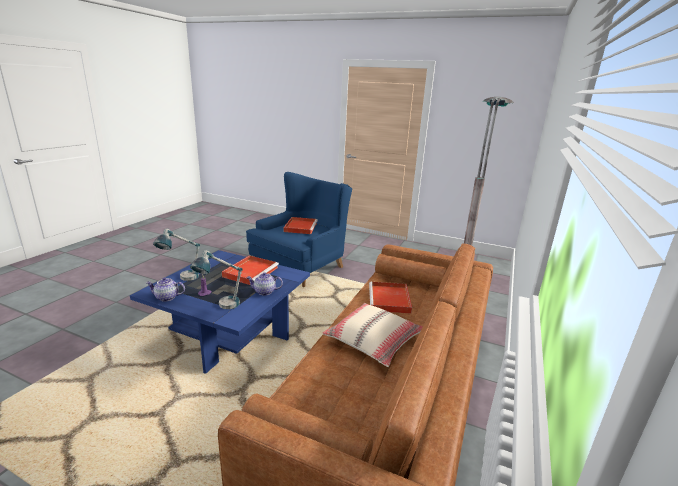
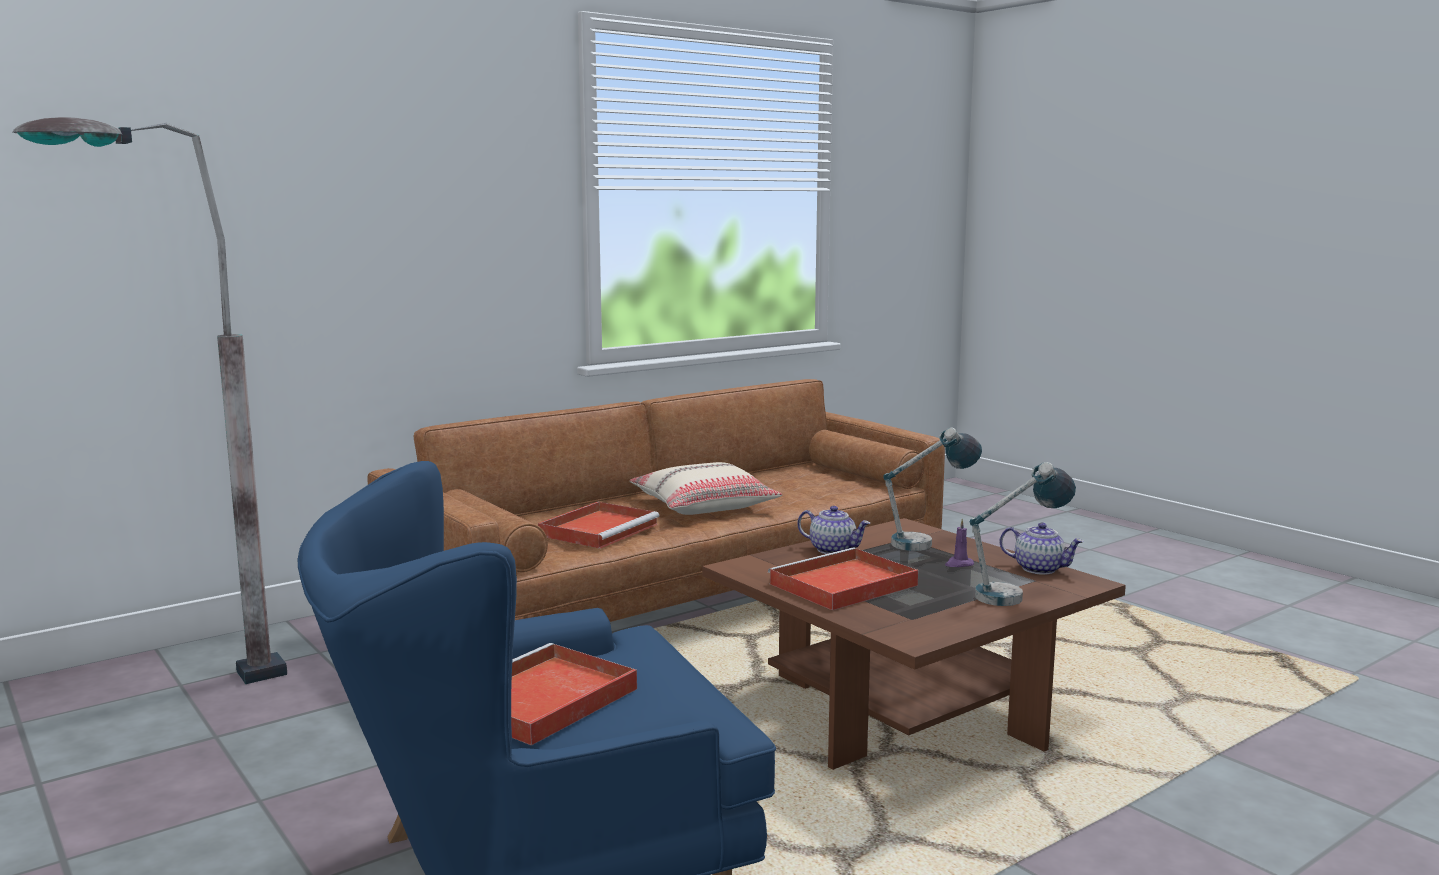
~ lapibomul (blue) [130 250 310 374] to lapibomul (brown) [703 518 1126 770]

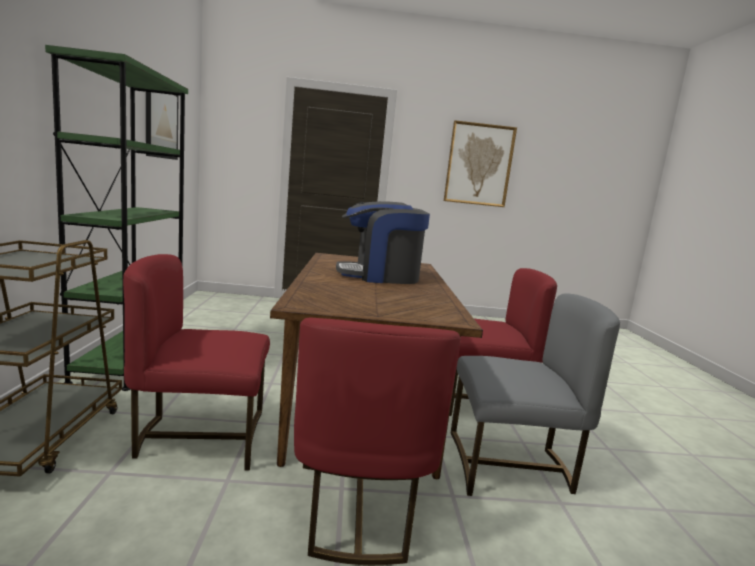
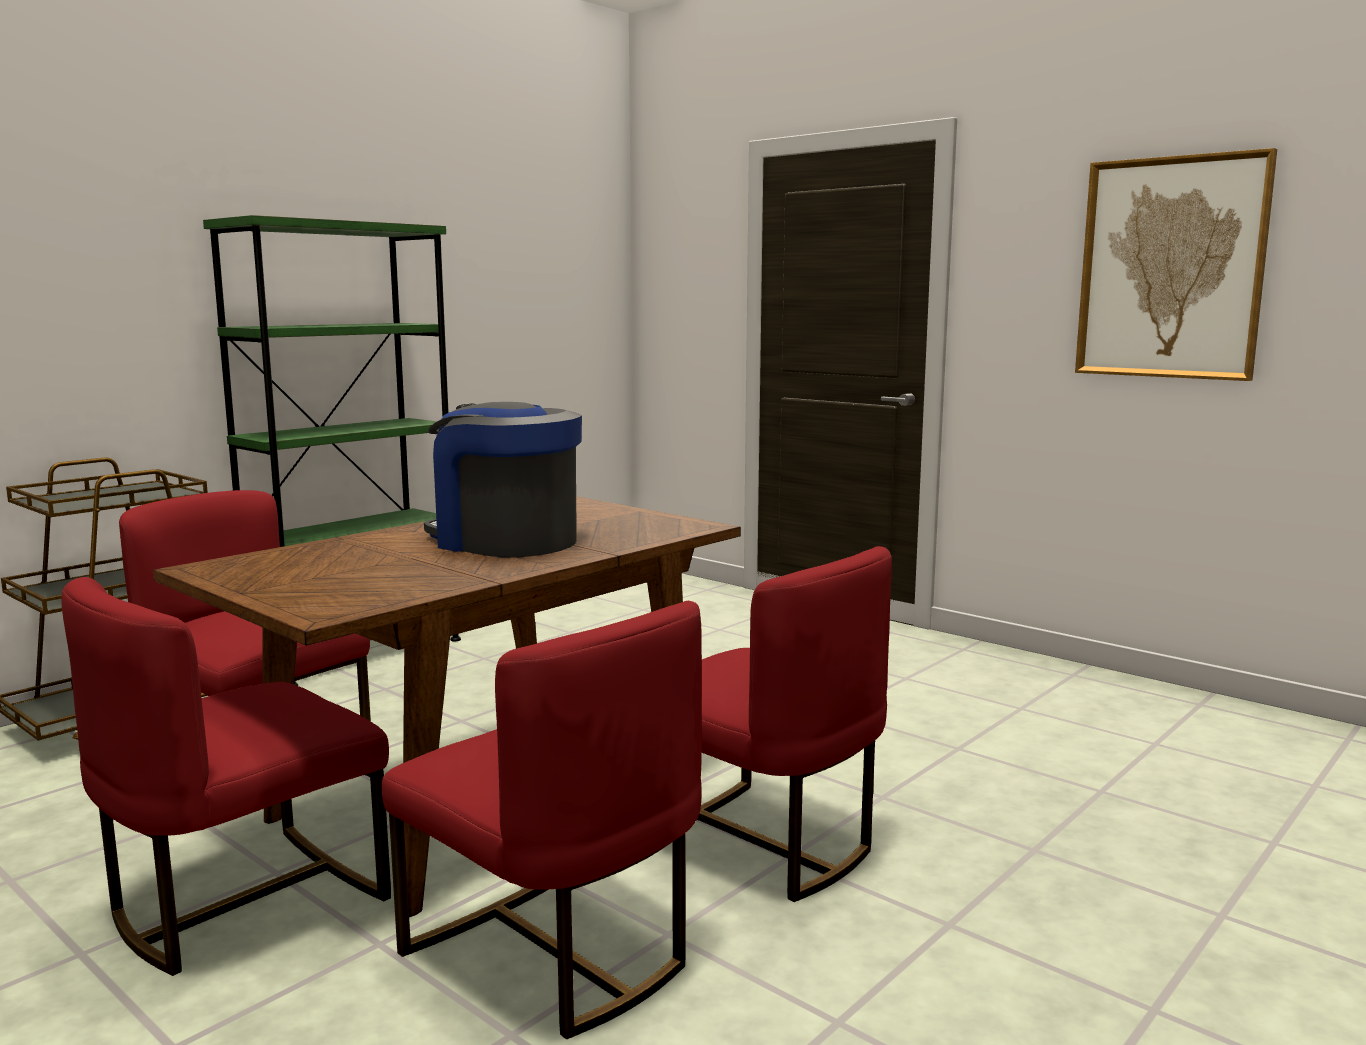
- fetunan [146 92 179 160]
~ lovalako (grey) [451 293 620 496] to lovalako (red) [382 601 702 1039]

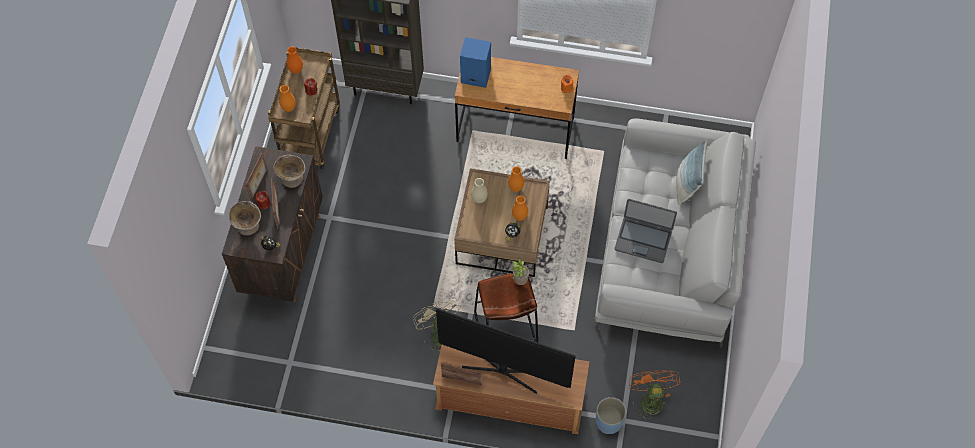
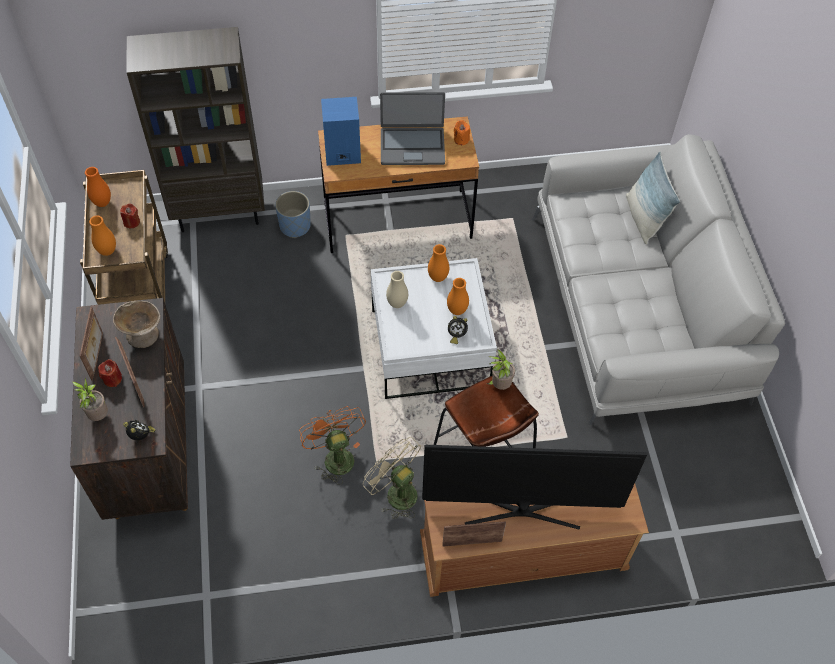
~ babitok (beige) [229 201 261 235] to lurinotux [72 378 108 421]
~ lapibomul (brown) [454 168 550 277] to lapibomul (white) [371 258 497 399]
~ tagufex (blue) [596 397 626 434] to [275 191 311 238]
~ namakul [614 199 677 263] to [380 92 445 165]
~ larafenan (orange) [629 370 680 422] to [299 406 366 485]

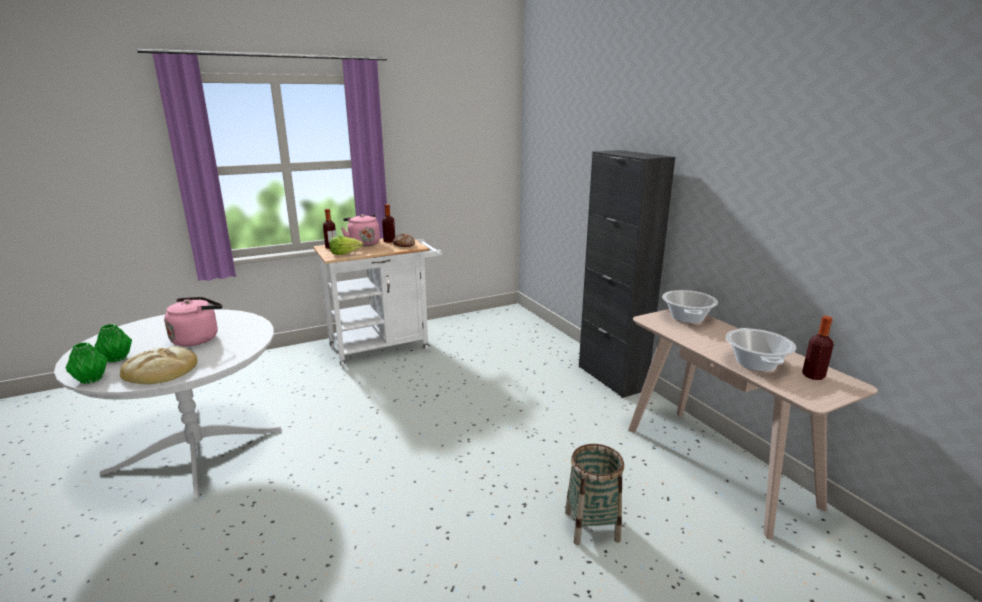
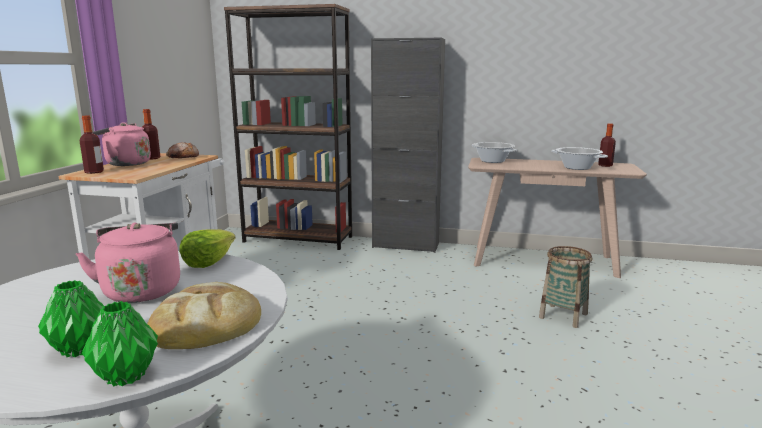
~ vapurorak [329 236 364 255] to [179 229 235 268]
+ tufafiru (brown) [224 4 352 250]

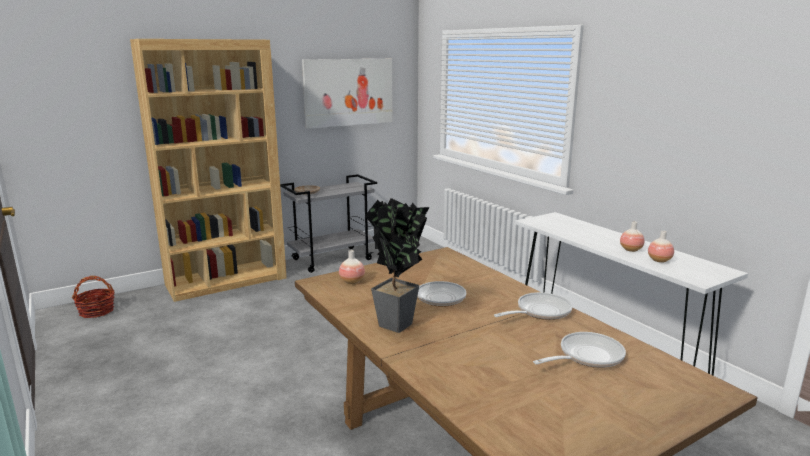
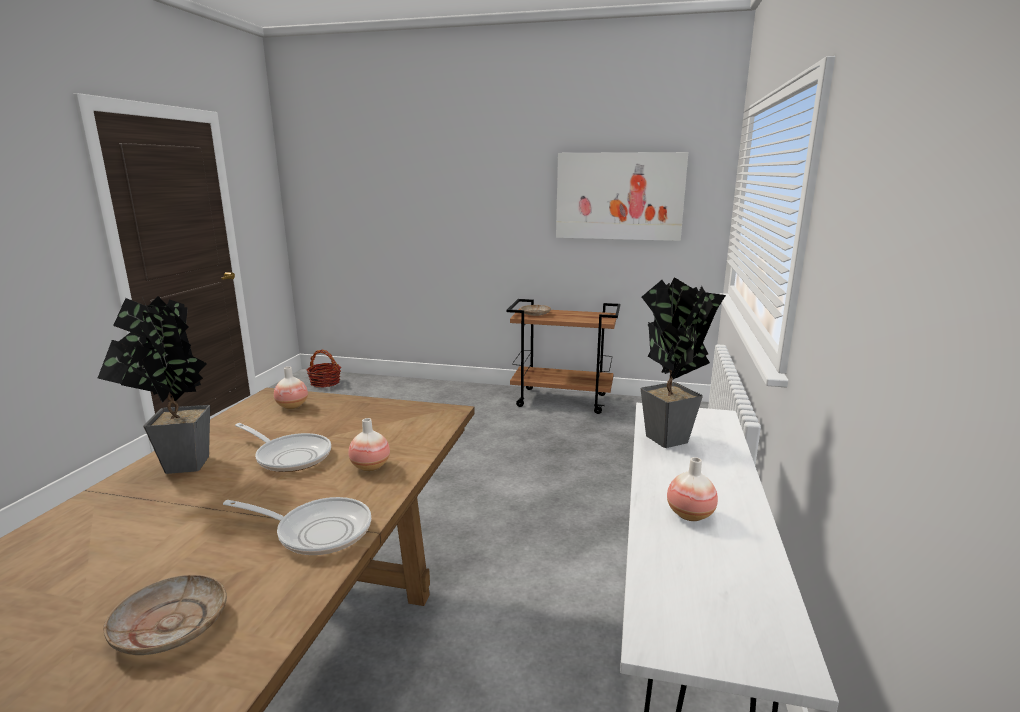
- tufafiru (brown) [130 39 287 302]
~ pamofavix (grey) [280 174 377 273] to pamofavix (brown) [507 299 620 414]
~ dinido [533 332 626 368] to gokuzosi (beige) [103 575 227 655]
~ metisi [648 231 674 263] to [349 418 390 471]
+ lurinotux [641 277 726 448]

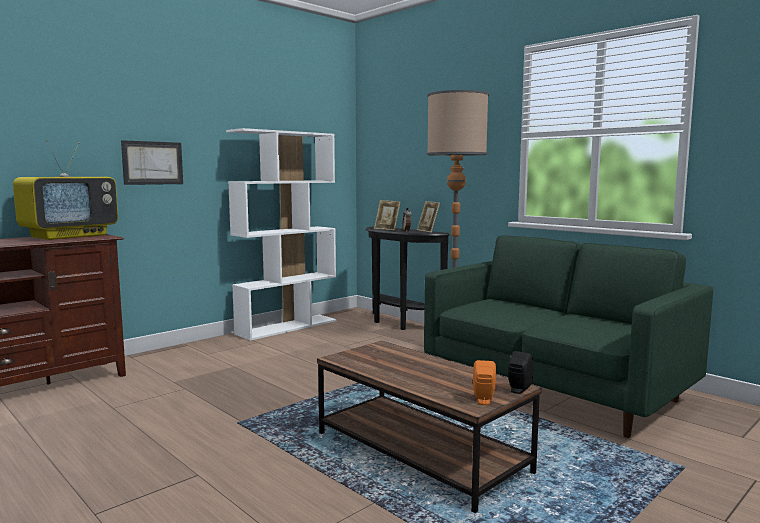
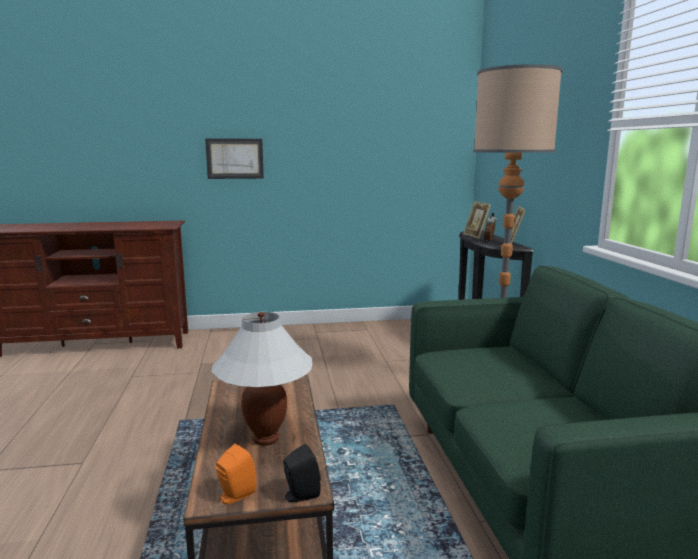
- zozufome [13 140 118 240]
- tufafiru (white) [226 128 337 341]
+ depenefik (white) [211 312 313 445]

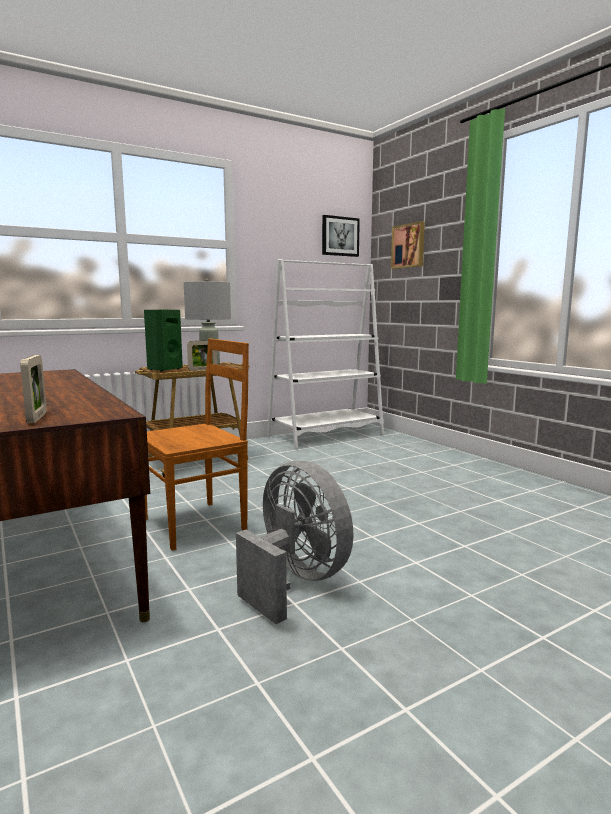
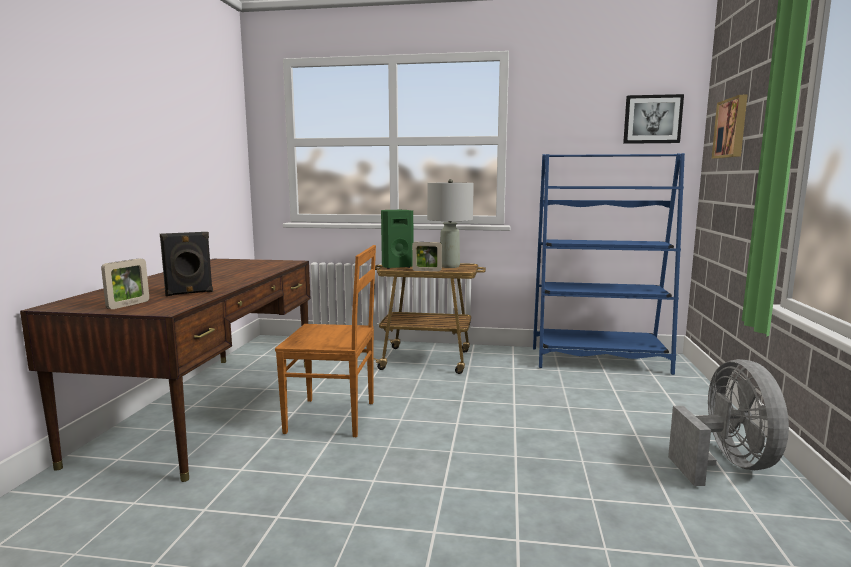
~ larafenan (grey) [236 461 353 624] to [668 359 789 486]
~ tufafiru (white) [267 259 384 449] to tufafiru (blue) [533 153 685 375]
+ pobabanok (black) [160 232 213 296]

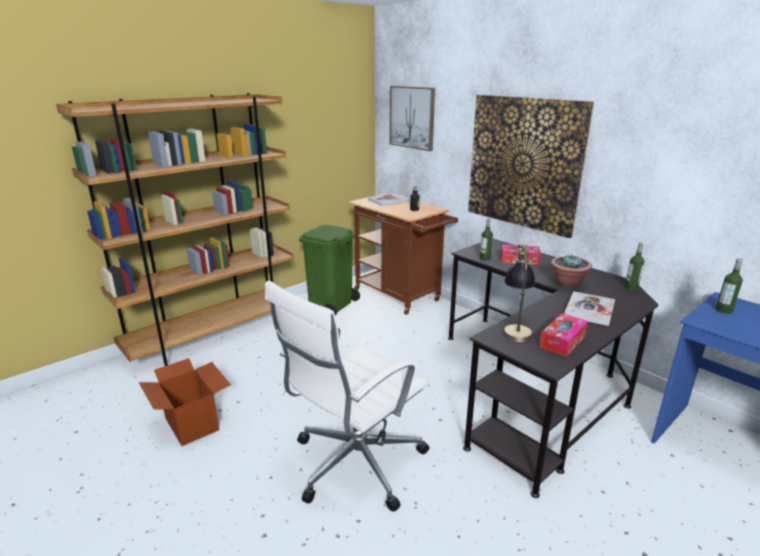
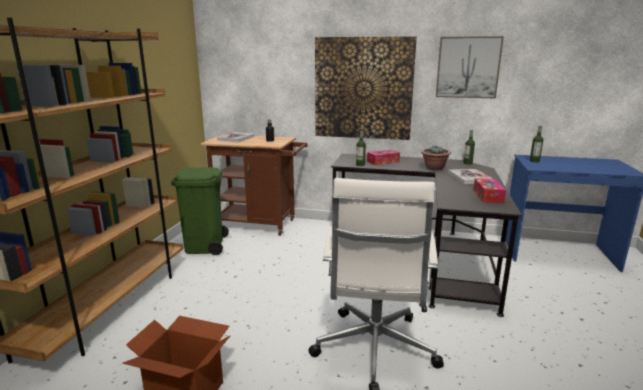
~ fetunan [389 86 435 151] to [436 36 504 98]
- depenefik [503 244 535 342]

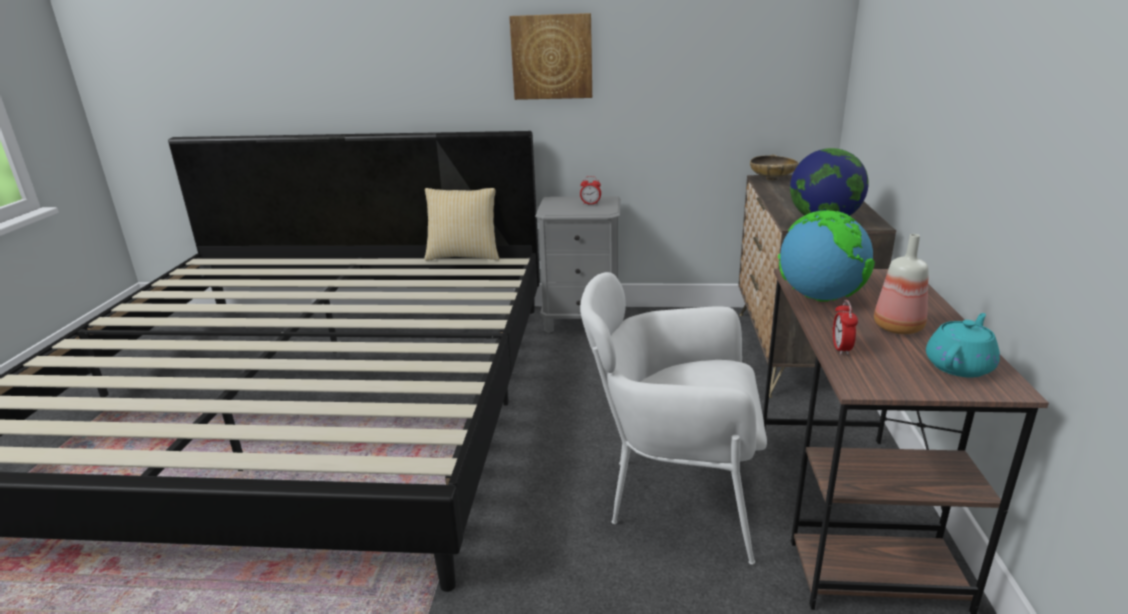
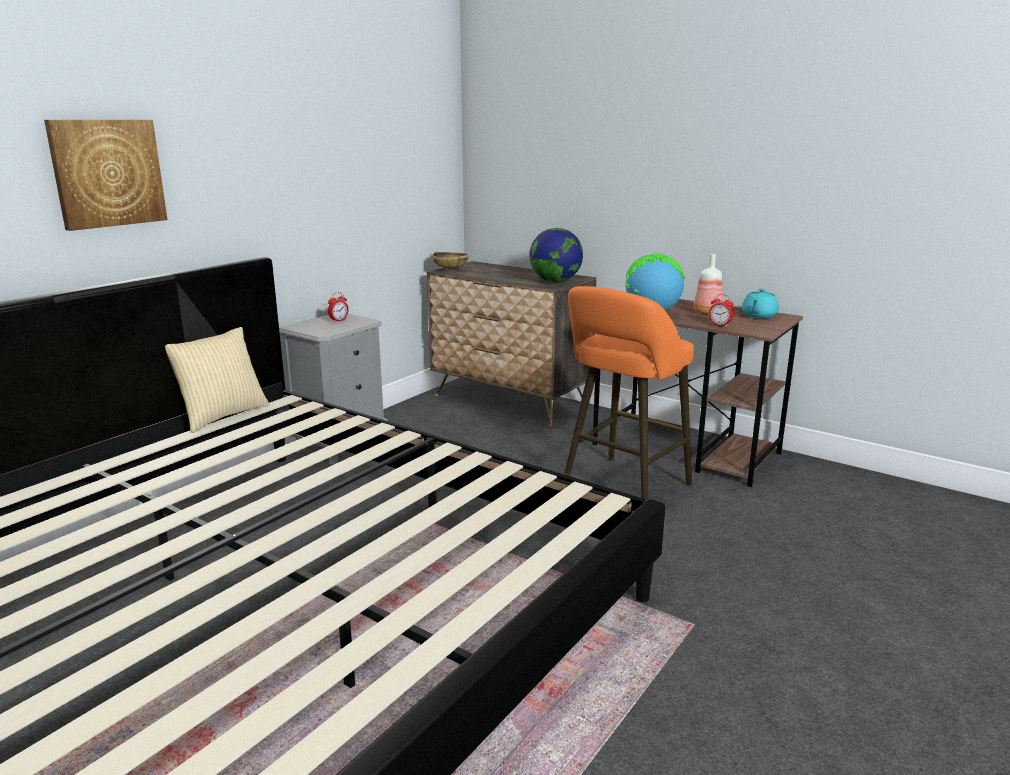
~ fetunan [509 13 592 100] to [44 120 167 231]
~ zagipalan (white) [580 272 767 565] to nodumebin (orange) [564 286 694 500]
~ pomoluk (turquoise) [926 313 1000 378] = [742 288 779 318] 135 degrees counterclockwise

